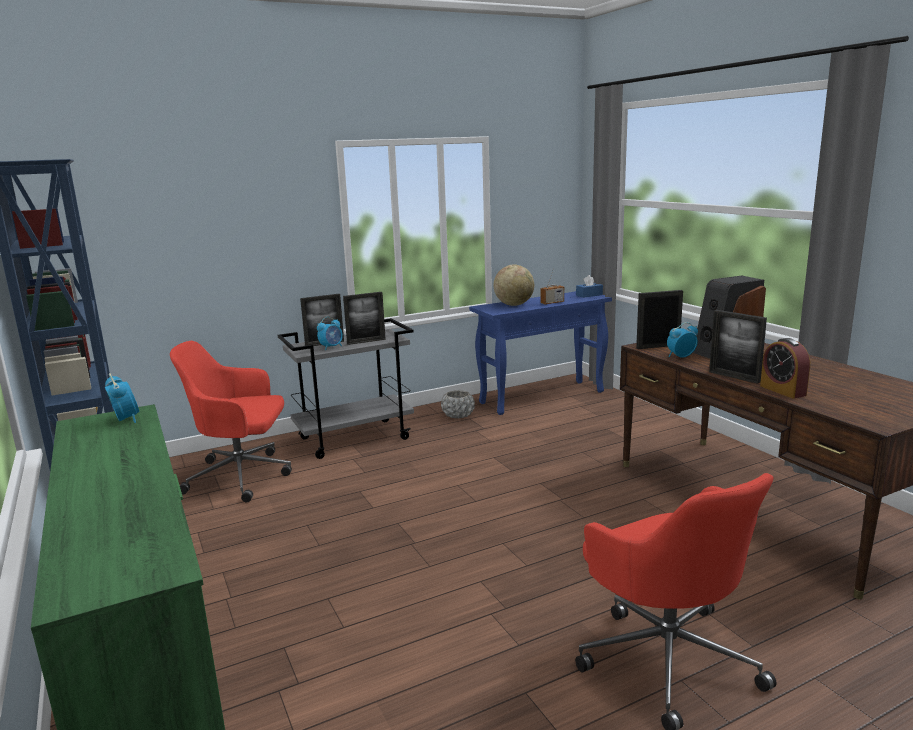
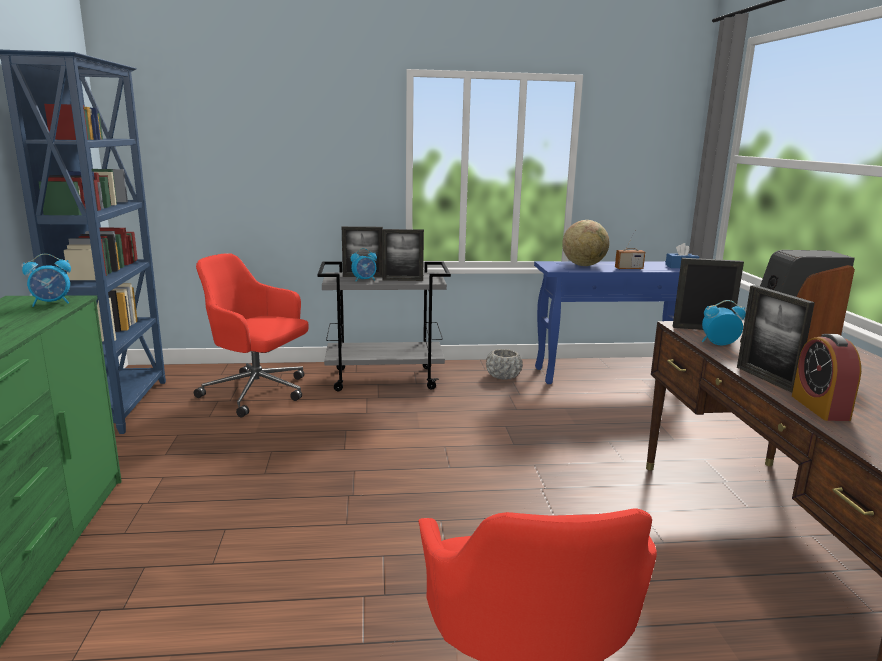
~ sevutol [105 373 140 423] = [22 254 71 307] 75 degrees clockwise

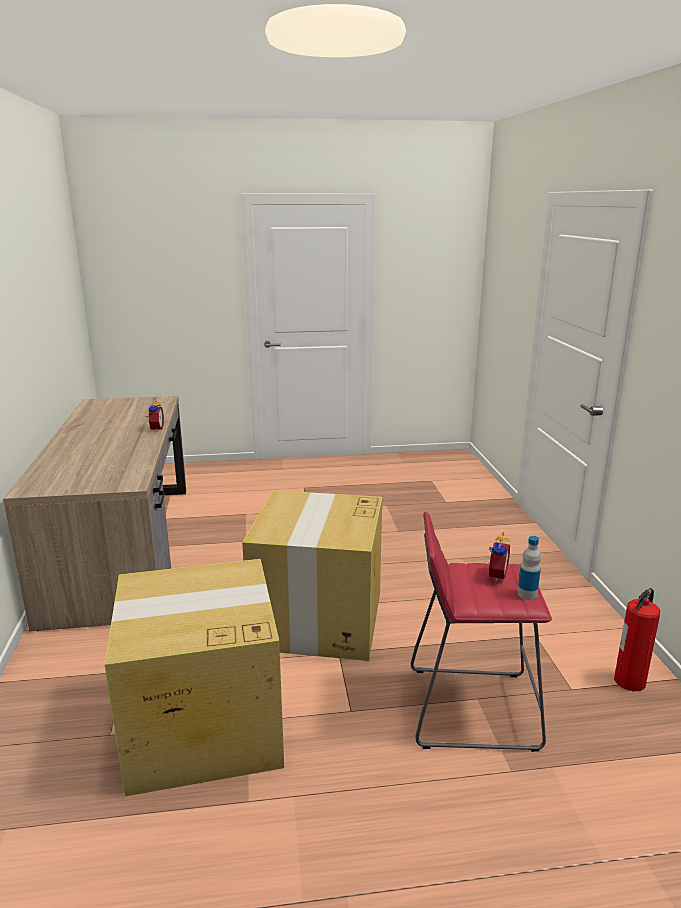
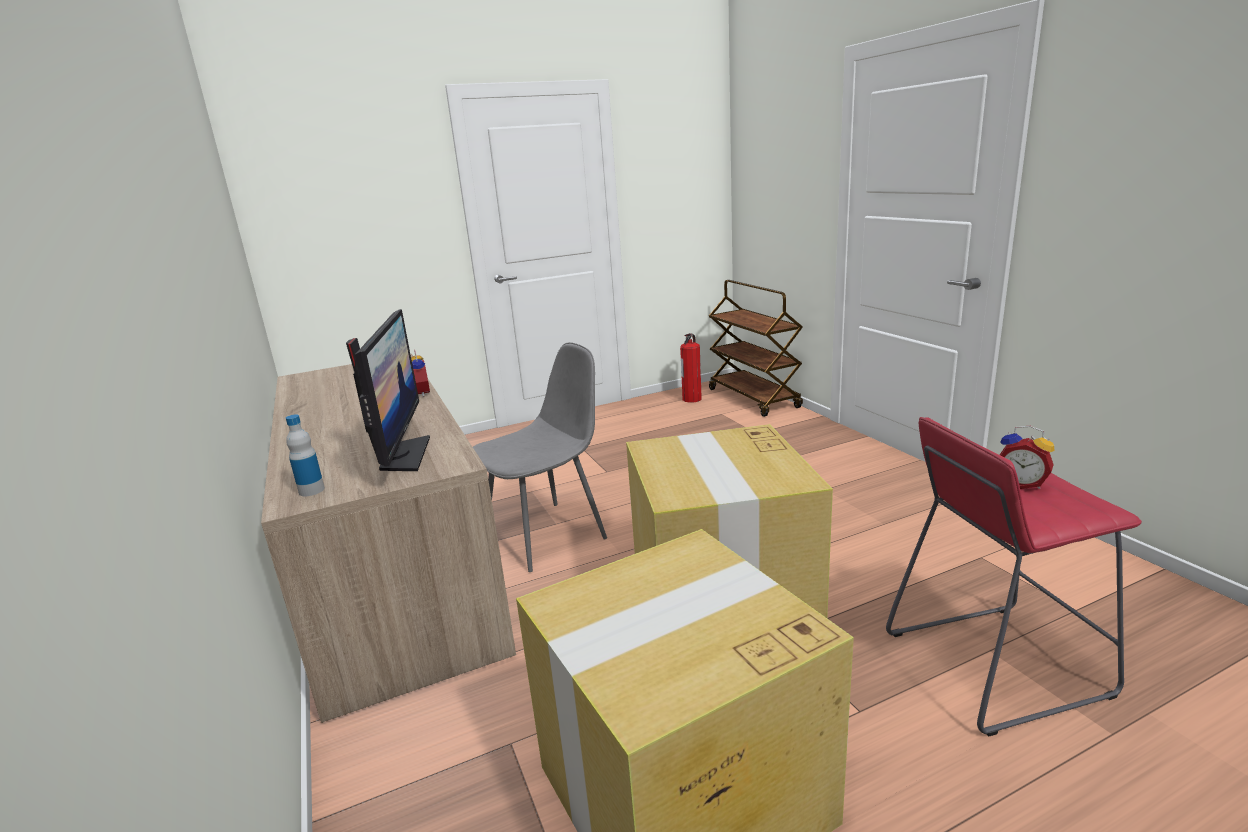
~ sevutol [487 531 510 582] = [999 426 1054 489] 120 degrees clockwise
~ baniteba [517 536 541 600] to [286 414 325 496]
~ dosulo [614 588 660 691] to [680 333 702 403]
+ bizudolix [346 309 430 471]
+ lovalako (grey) [473 342 607 572]
+ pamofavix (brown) [709 280 803 417]

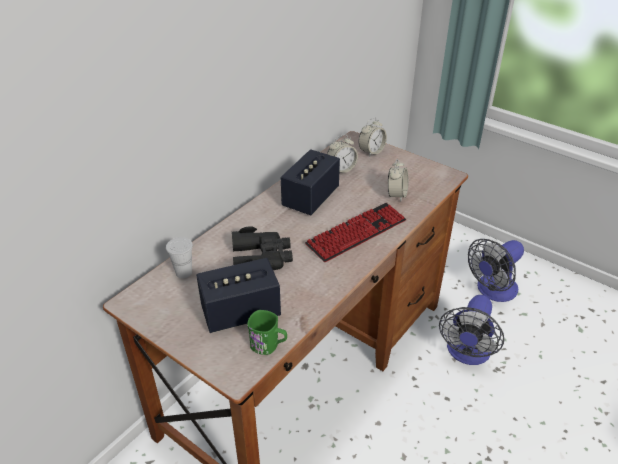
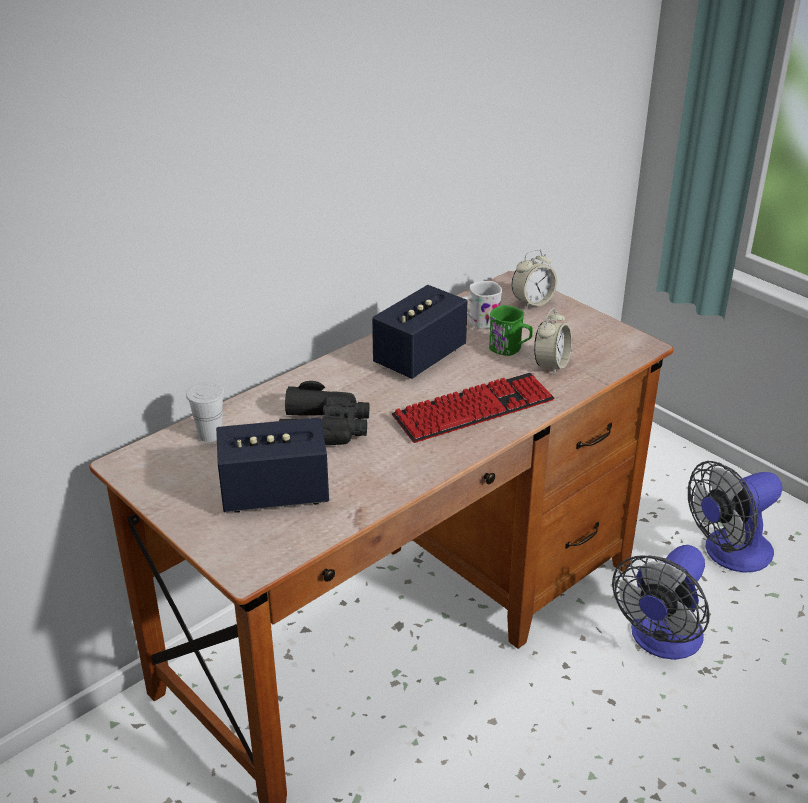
~ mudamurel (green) [247 310 287 355] to [489 305 533 356]
~ sevutol [327 135 358 173] to mudamurel (white) [462 281 502 329]

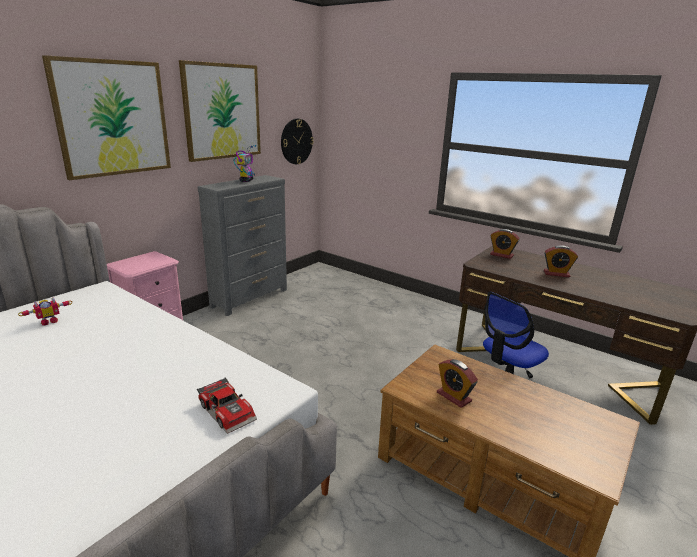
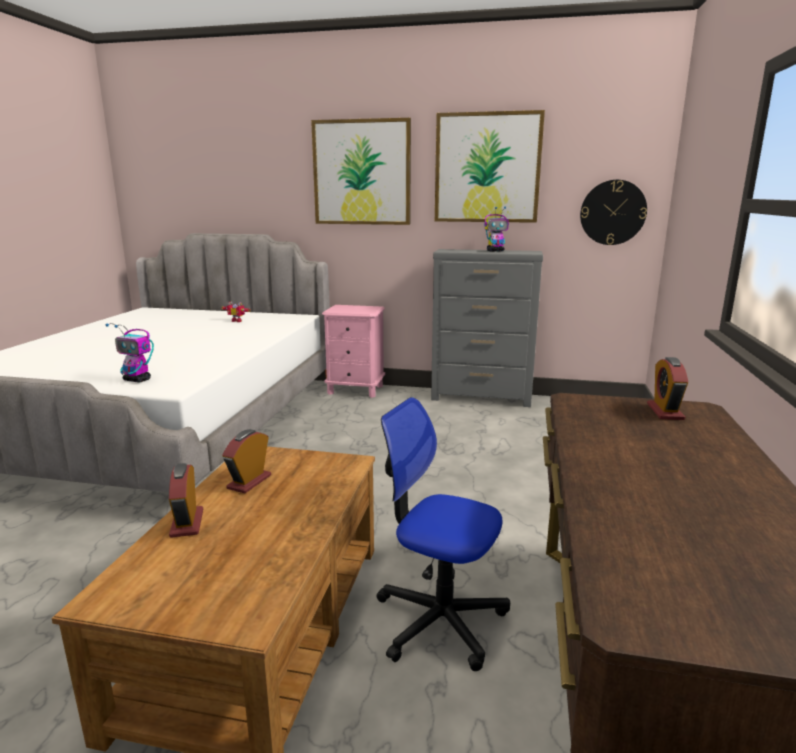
~ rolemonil [197 378 257 434] to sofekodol [106 323 154 383]
~ sevutol [544 245 578 277] to [169 463 203 538]

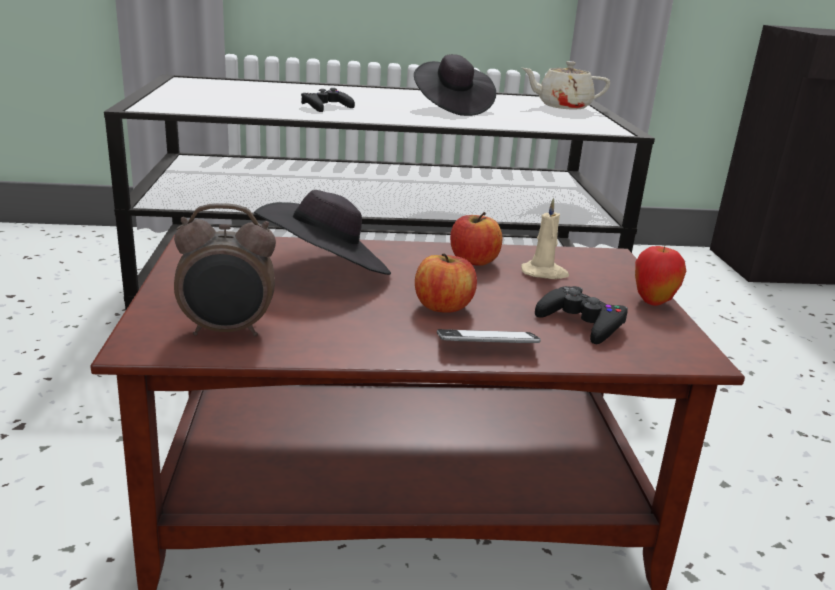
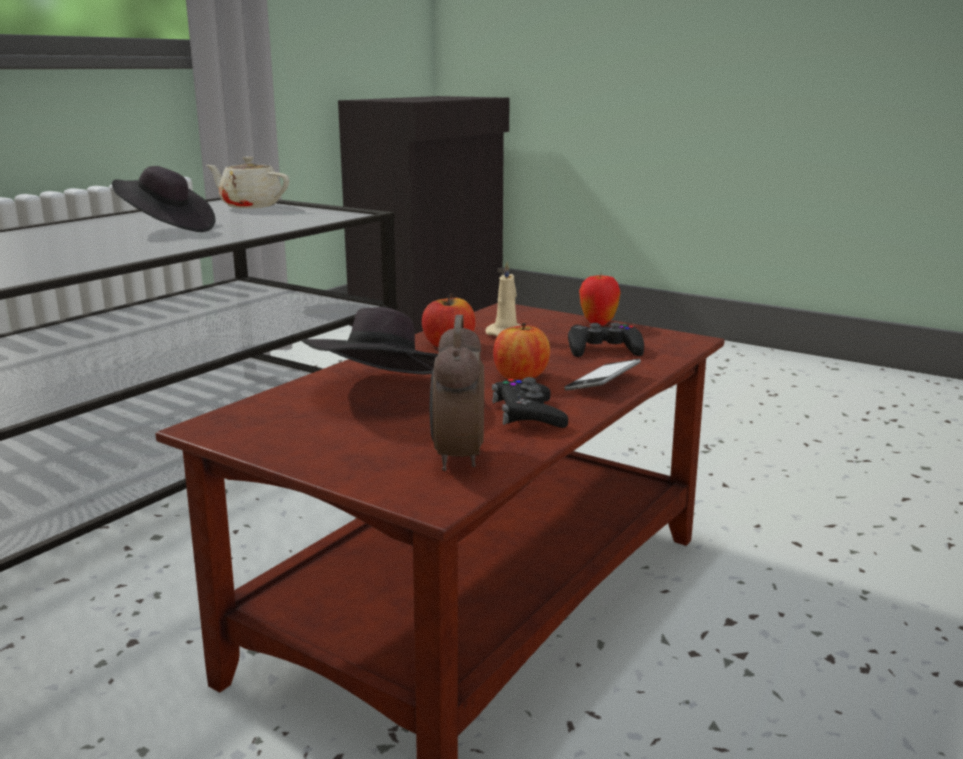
~ sevutol [174 203 276 337] = [430 315 484 471] 150 degrees clockwise
~ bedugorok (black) [301 88 355 112] to [492 377 568 428]
~ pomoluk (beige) [522 61 610 110] = [206 156 289 208] 75 degrees clockwise

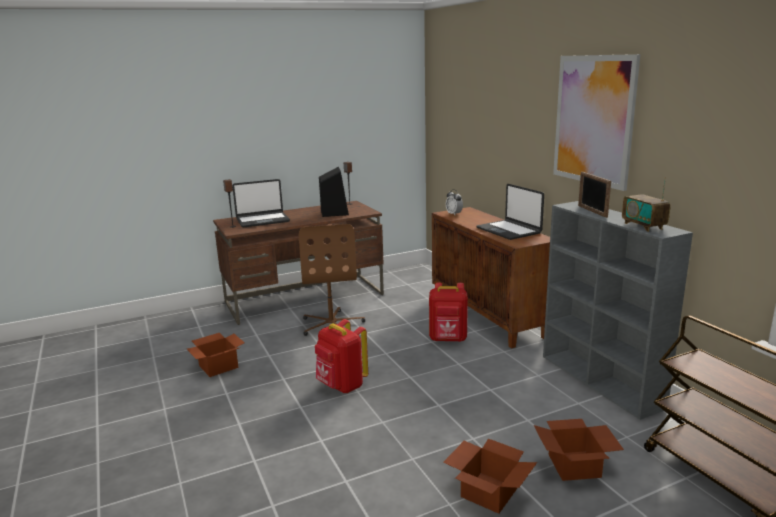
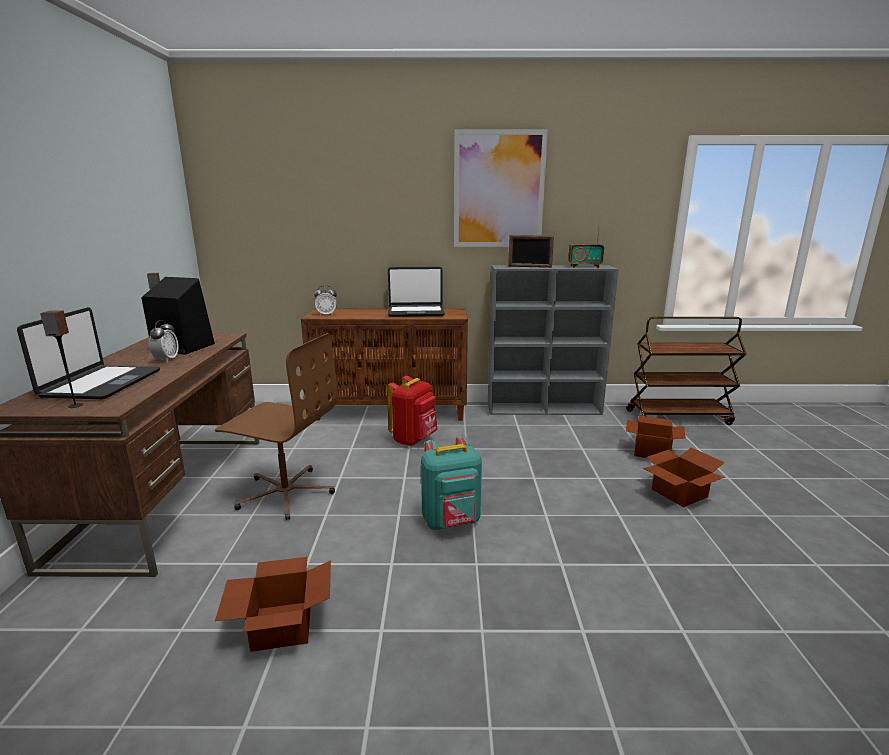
~ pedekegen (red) [315 319 368 393] to pedekegen (turquoise) [421 436 482 530]
+ sevutol [149 320 179 363]

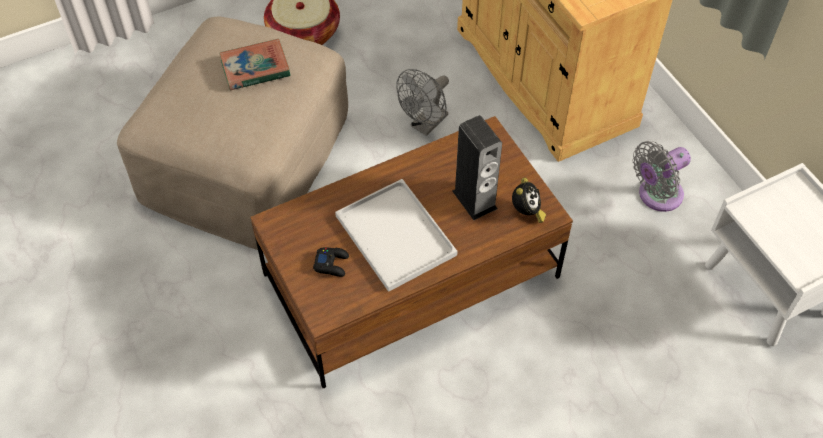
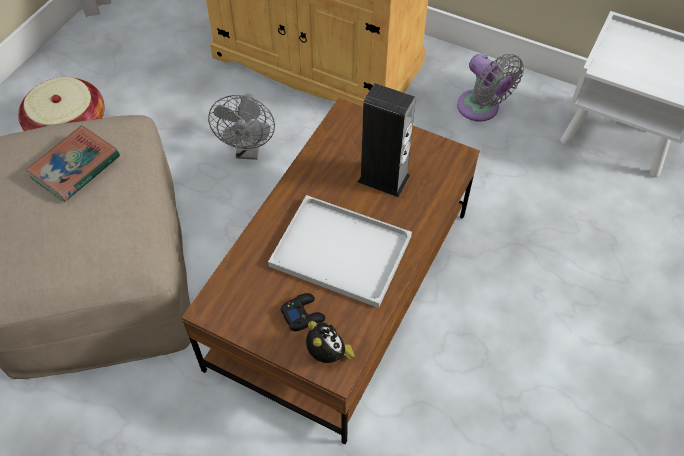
~ sevutol [512 177 546 223] to [306 321 355 363]
~ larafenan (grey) [632 141 691 212] = [457 54 524 122] 60 degrees counterclockwise

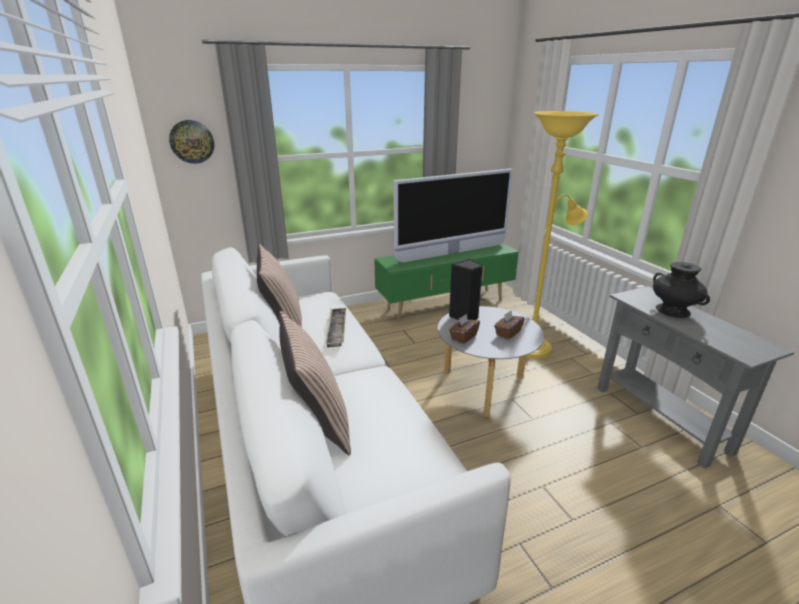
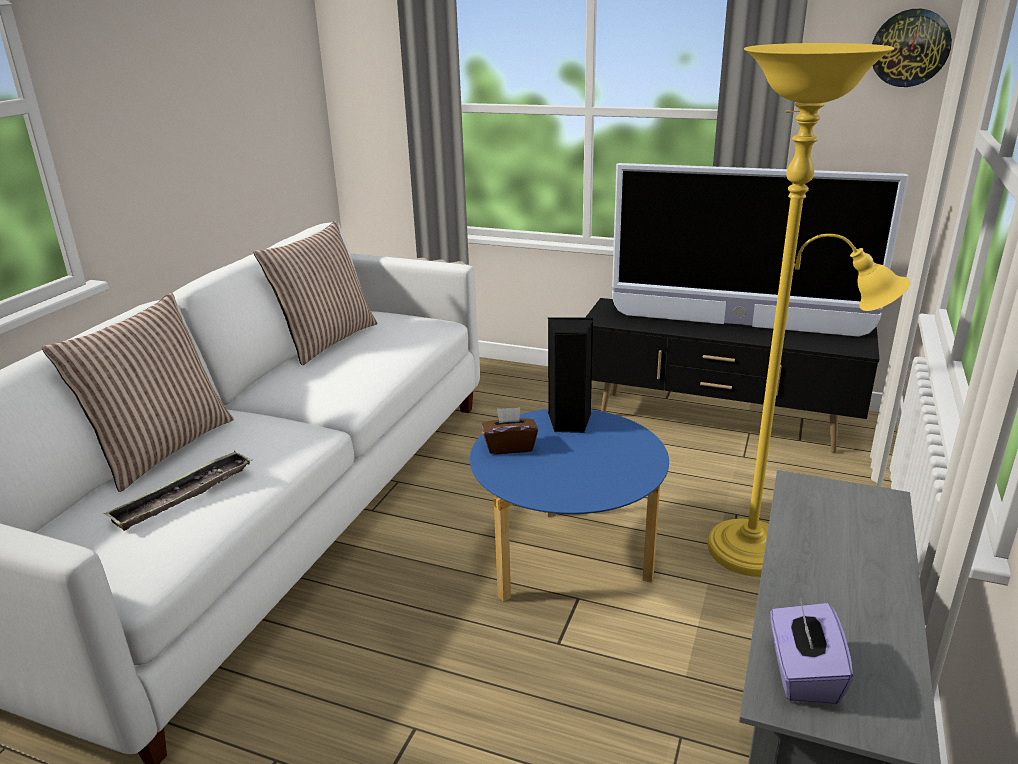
~ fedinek [169 120 214 164] to [872 9 952 87]
~ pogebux [325 308 346 347] to [104 451 252 531]
~ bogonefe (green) [374 243 519 321] to bogonefe (black) [585 298 879 453]
~ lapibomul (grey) [438 306 544 417] to lapibomul (blue) [470 409 669 602]
- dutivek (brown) [494 311 525 339]
- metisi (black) [653 262 710 318]
+ dutivek (purple) [770 603 853 705]

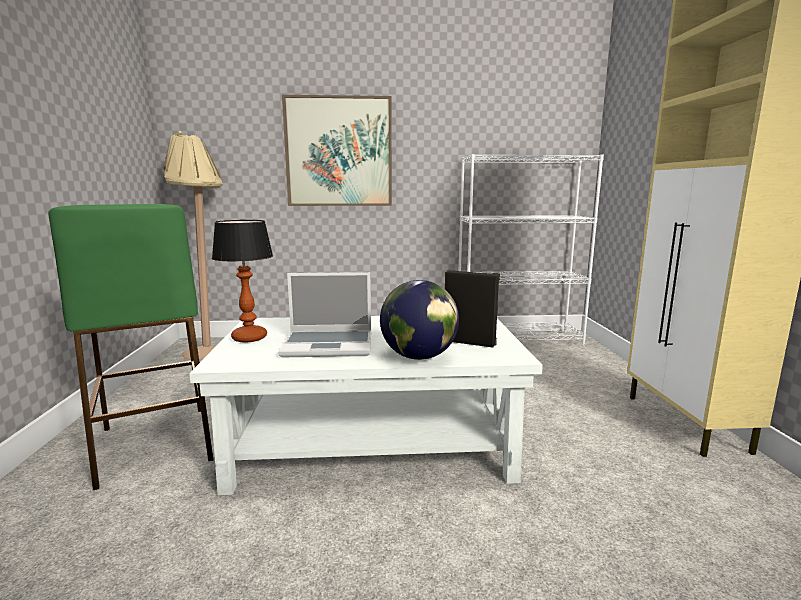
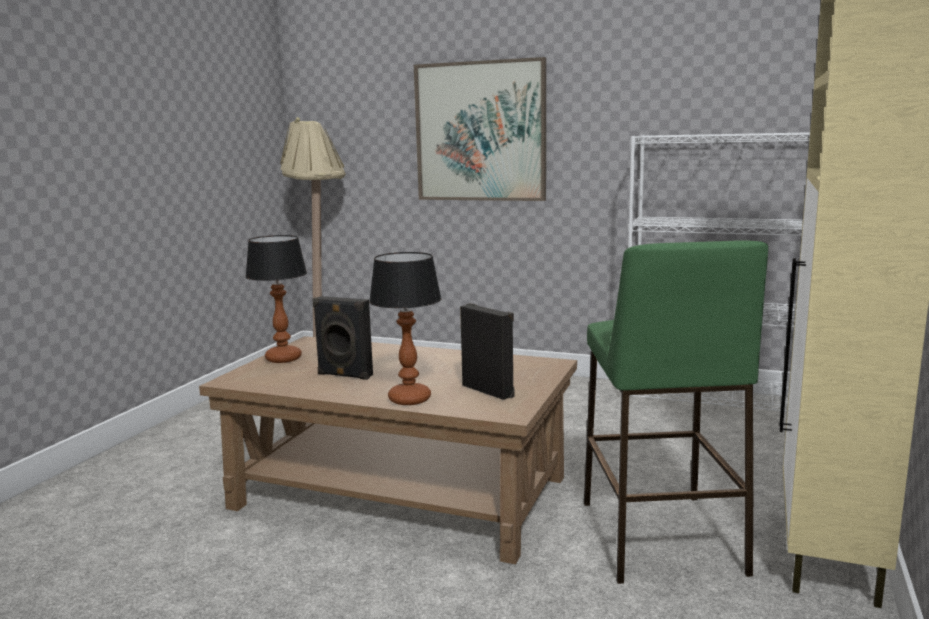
~ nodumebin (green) [48 204 213 490] to [584 240 768 584]
~ lapibomul (white) [189 316 543 495] to lapibomul (brown) [199 336 577 564]
~ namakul [278 272 371 357] to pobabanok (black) [312 296 373 380]
~ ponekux [380 280 459 360] to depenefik [369 252 442 405]

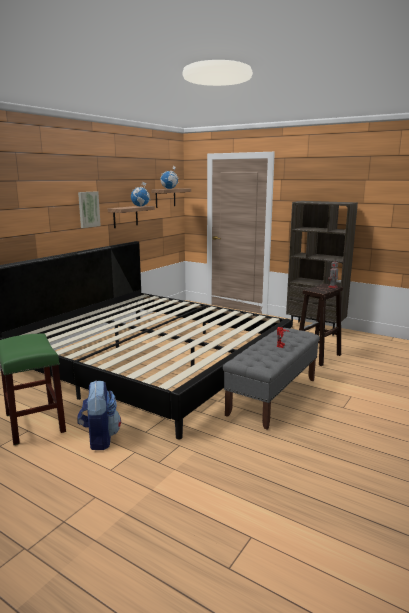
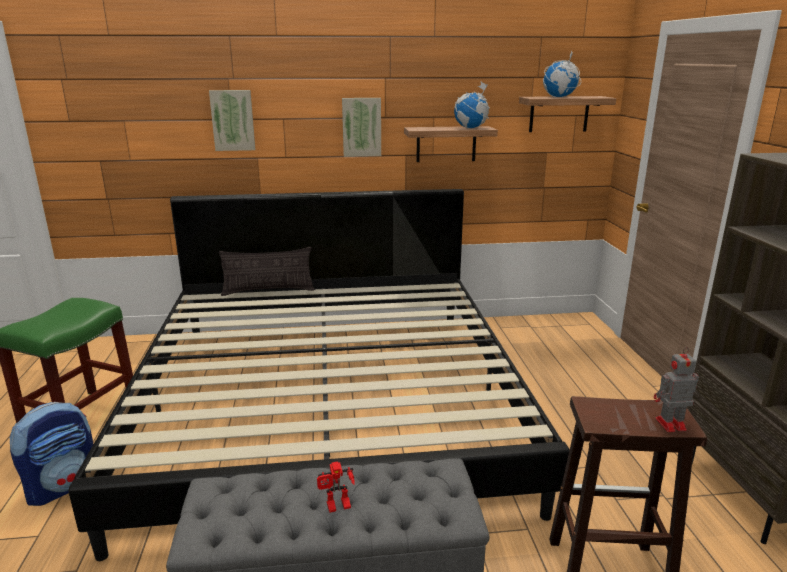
+ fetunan [209 90 255 151]
+ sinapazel [219 247 315 296]

